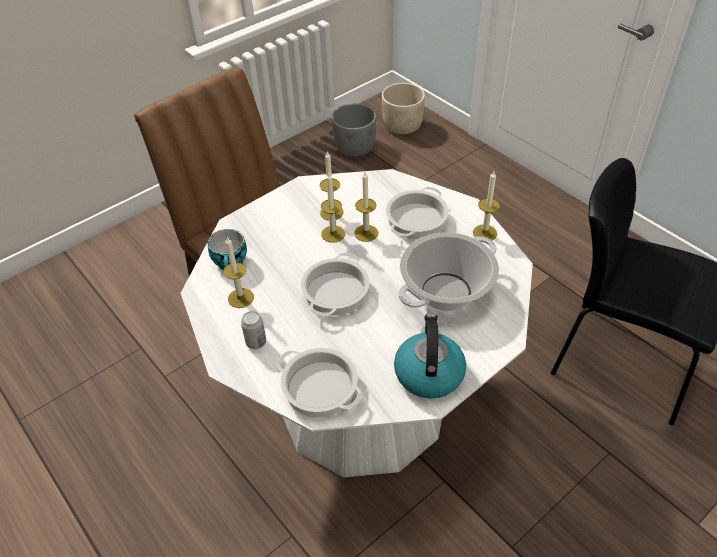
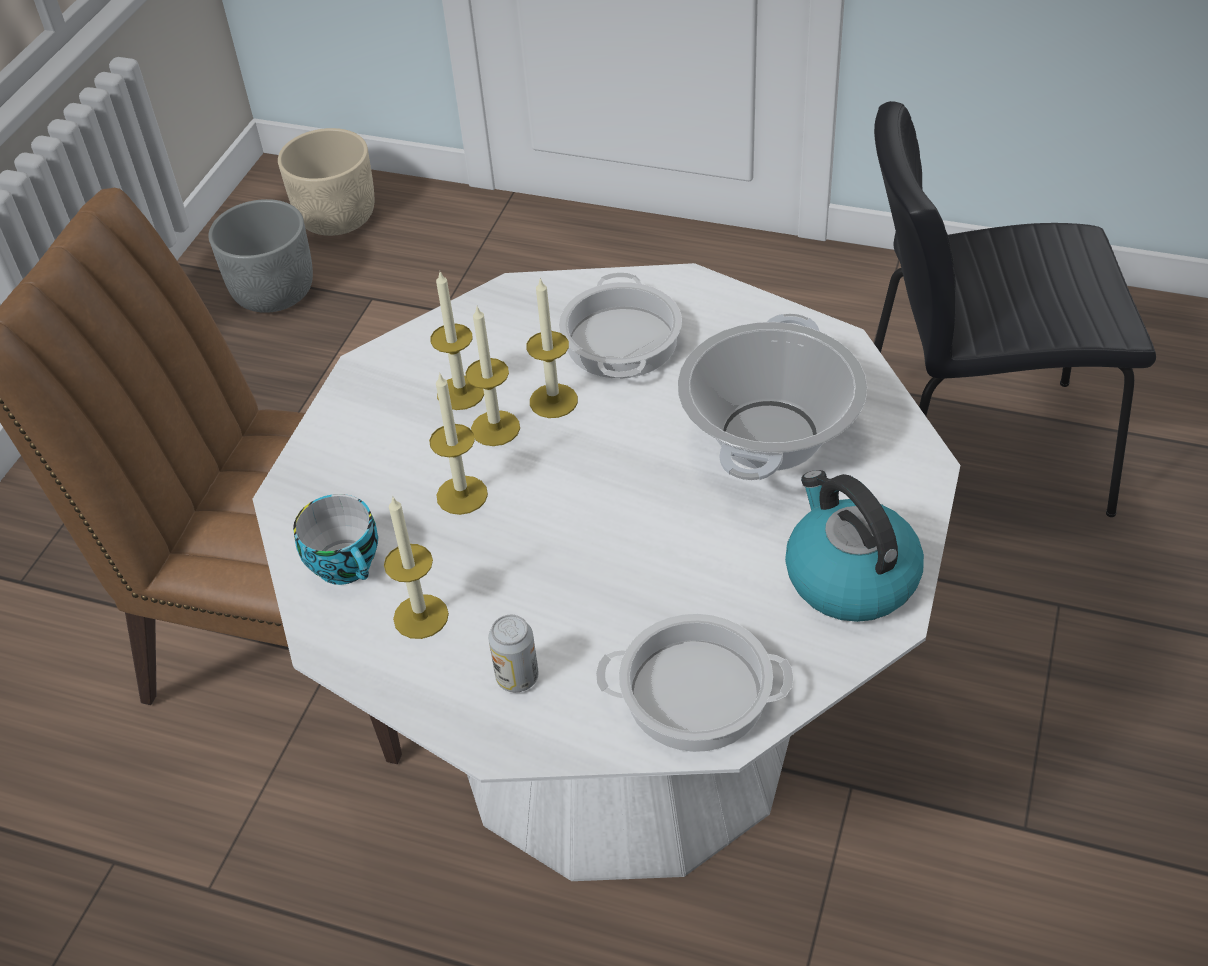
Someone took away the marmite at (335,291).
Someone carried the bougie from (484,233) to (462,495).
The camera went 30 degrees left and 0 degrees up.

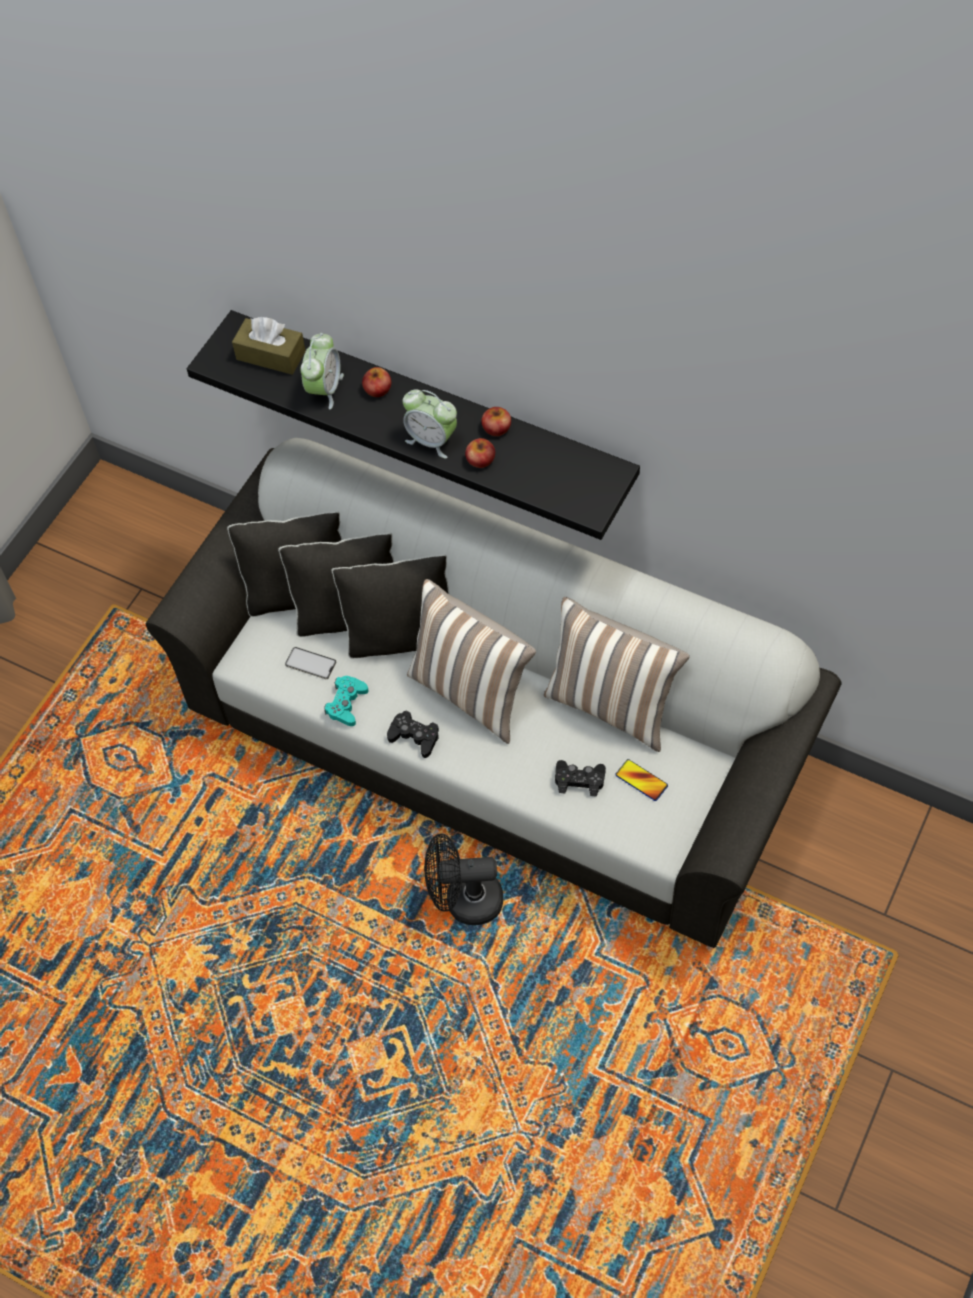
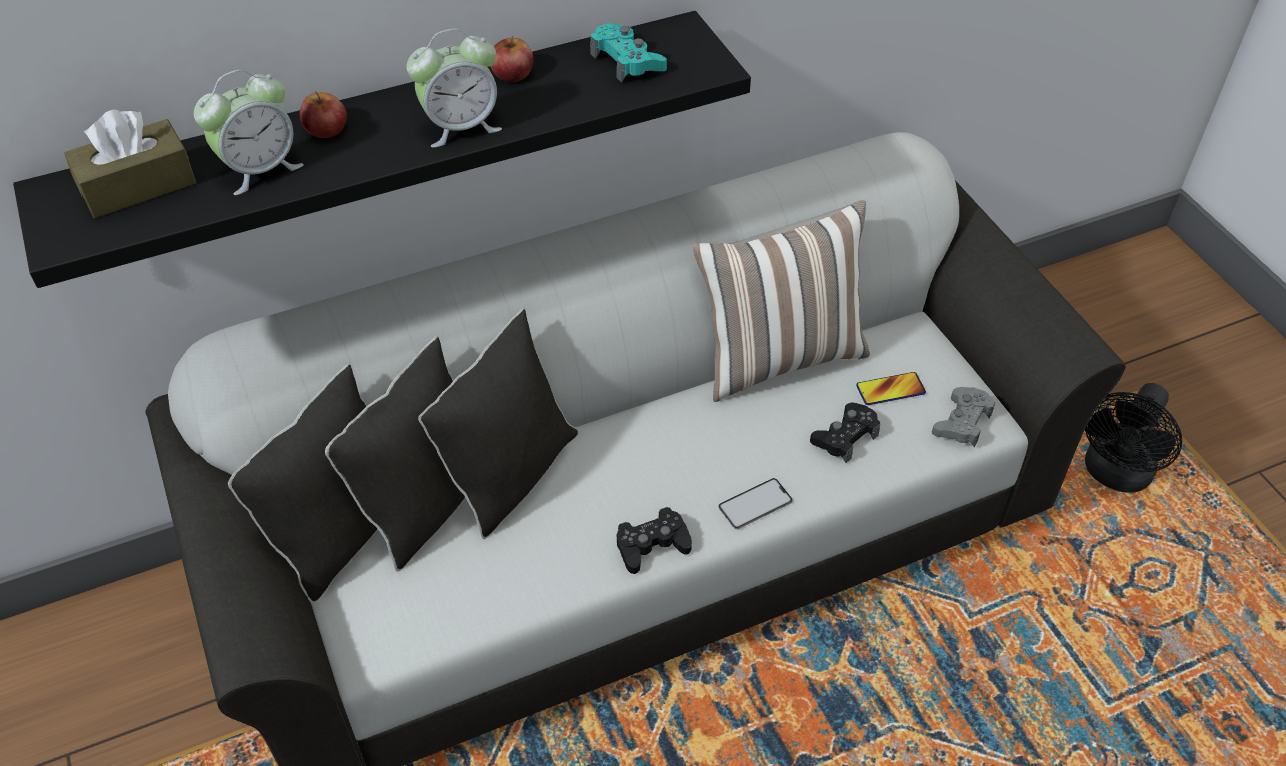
Someone took away the coussin at (472,692).
Someone took away the pomme at (480,459).
Someone put down the manette (gris) at (962,422).
Someone carried the téléphone from (310,663) to (755,504).
Someone carried the manette (turquoise) from (346,704) to (627,61).
Someone carried the ventilateur (noir) from (464,901) to (1114,475).
Someone rotated the réveil at (324,389) by 90 degrees clockwise.
The camera went 55 degrees left and 10 degrees down.

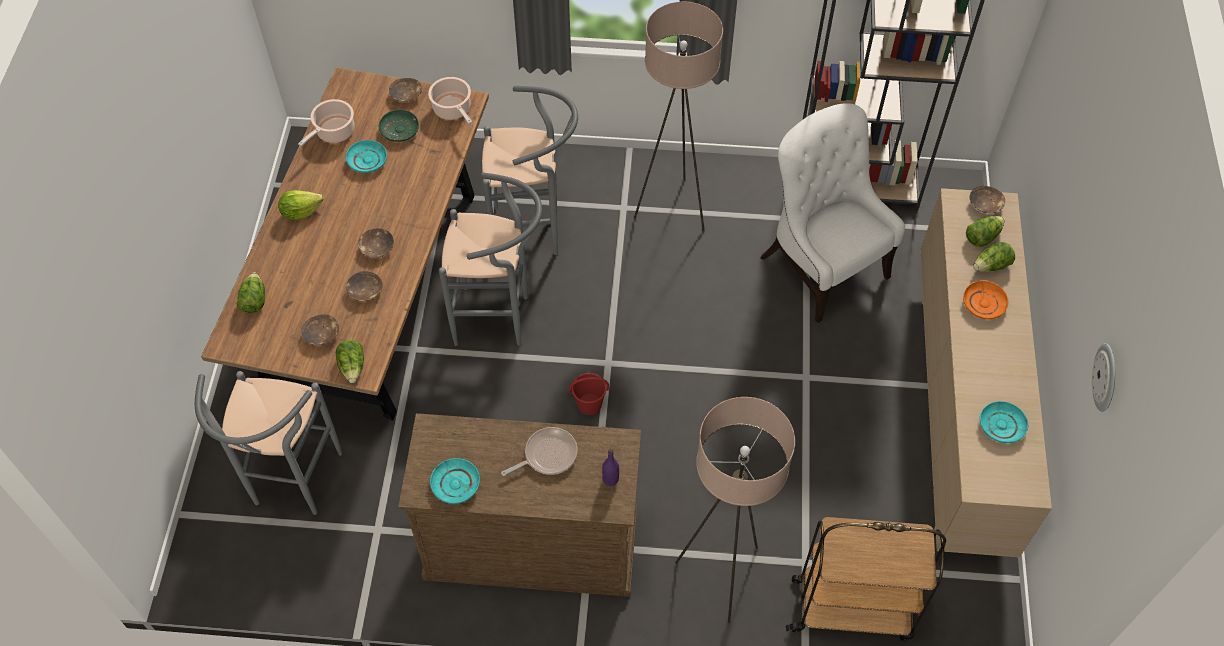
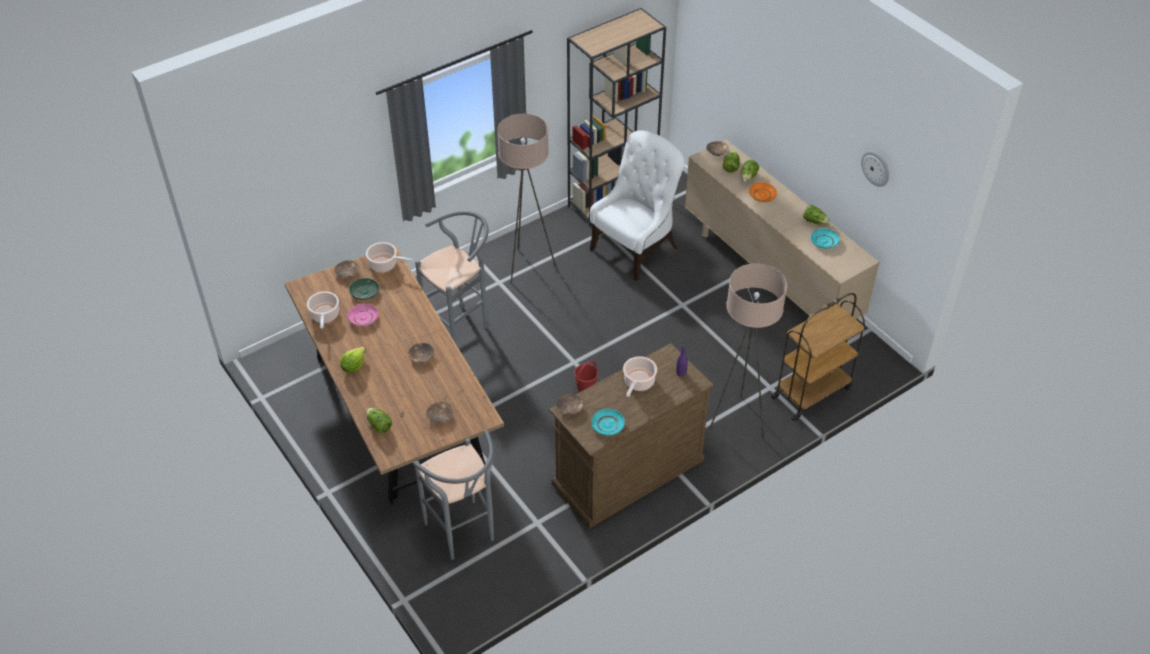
Someone took away the tabouret (gris) at (500,319).
Someone carried the laitue from (353,366) to (815,221).
Someone carried the bol (marron) from (365,291) to (569,408).
Someone swapped the poêle at (547,455) for the marmite at (638,383).
Someone repainted the assiette (turquoise) at (367,160), which became the assiette (rose) at (363,318).
Someone rotated the chaise (blanc) at (821,266) by 120 degrees clockwise.
The camera went 40 degrees left and 10 degrees down.

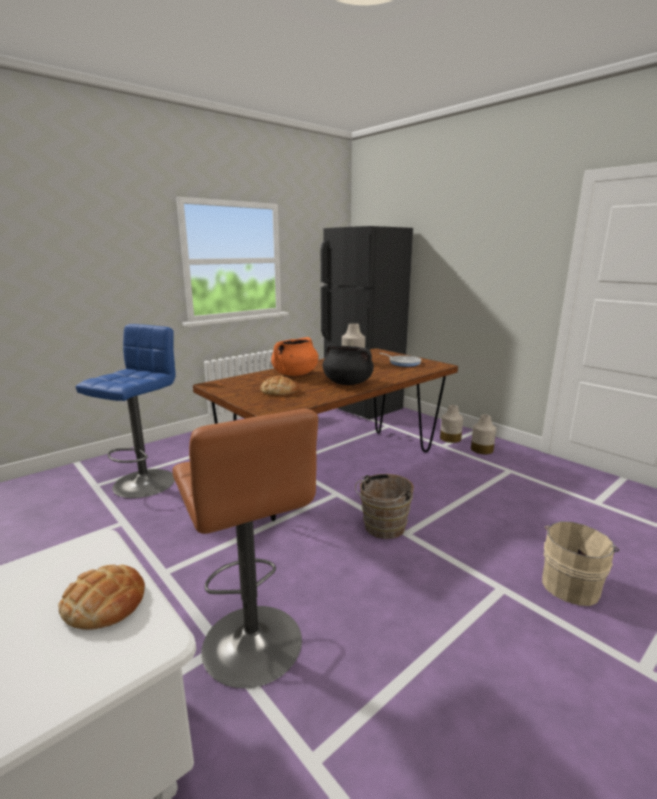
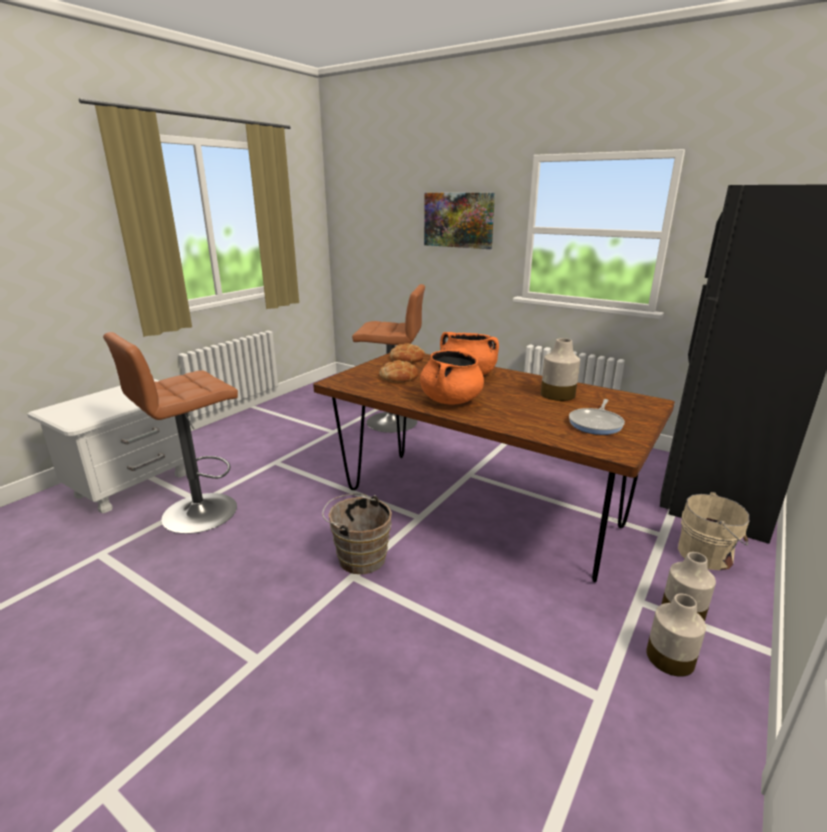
Someone put up the tableau at (458,220).
Someone carried the pain from (104,602) to (407,358).
Someone carried the seau (beige) from (571,584) to (707,554).
Someone repainted the tabouret (bleu) at (145,483), which became the tabouret (marron) at (392,422).
Someone repainted the marmite (noir) at (347,383), which became the marmite (orange) at (451,400).
The camera went 75 degrees right and 5 degrees up.

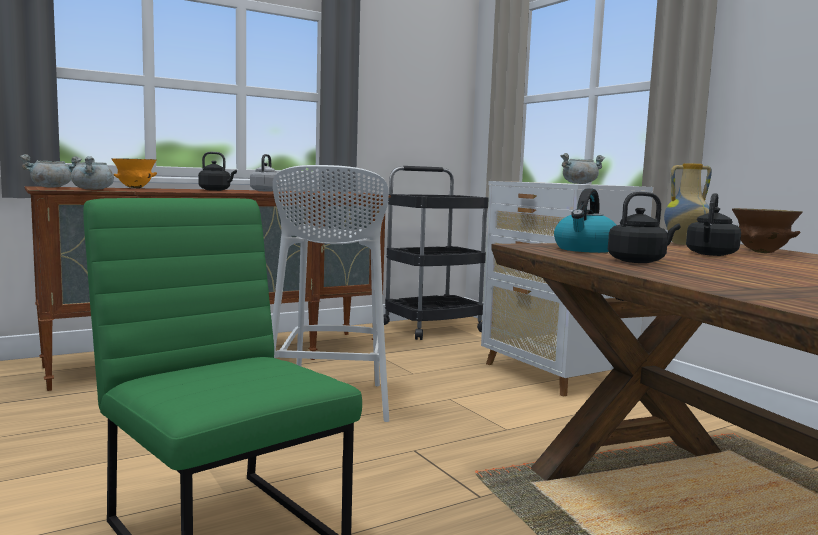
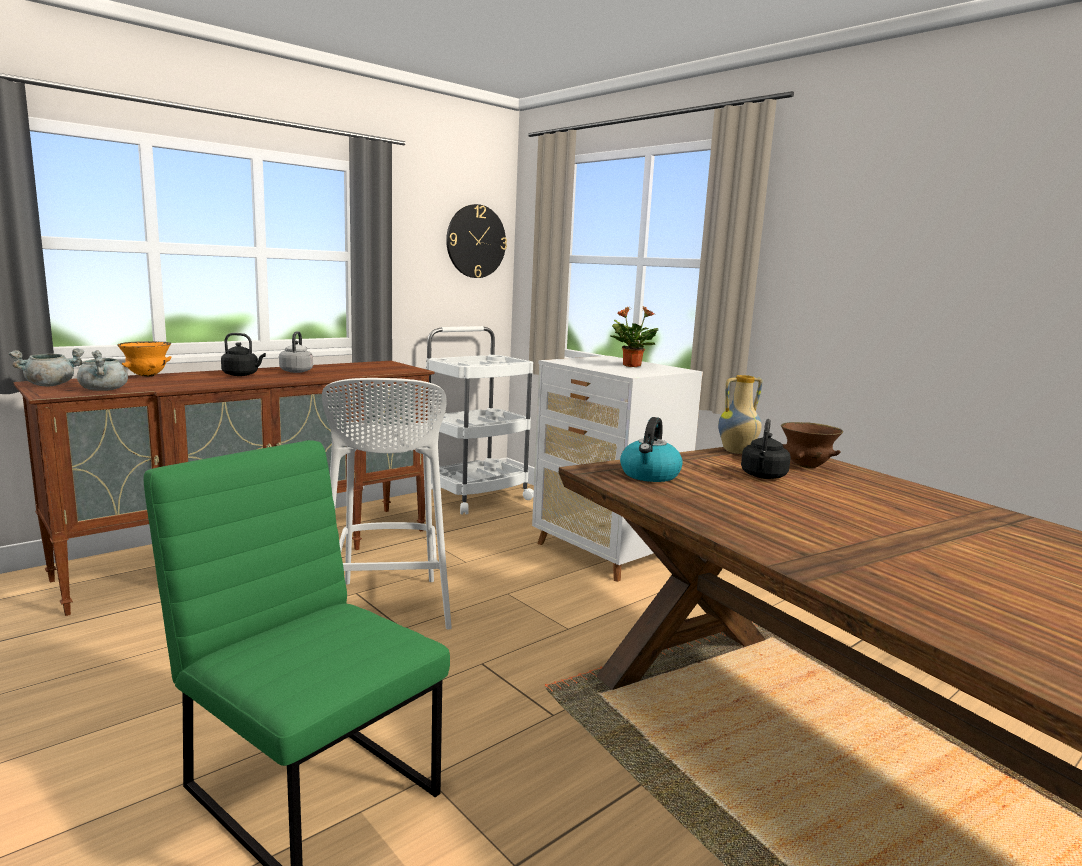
Someone took away the bouilloire (noir) at (639,261).
Someone put up the horloge murale at (476,241).
Someone swapped the marmite (gris) at (579,183) for the plante en pot at (631,366).
Someone repainted the chariot (noir) at (433,328), which became the chariot (blanc) at (476,497).
The camera went 10 degrees left and 5 degrees up.

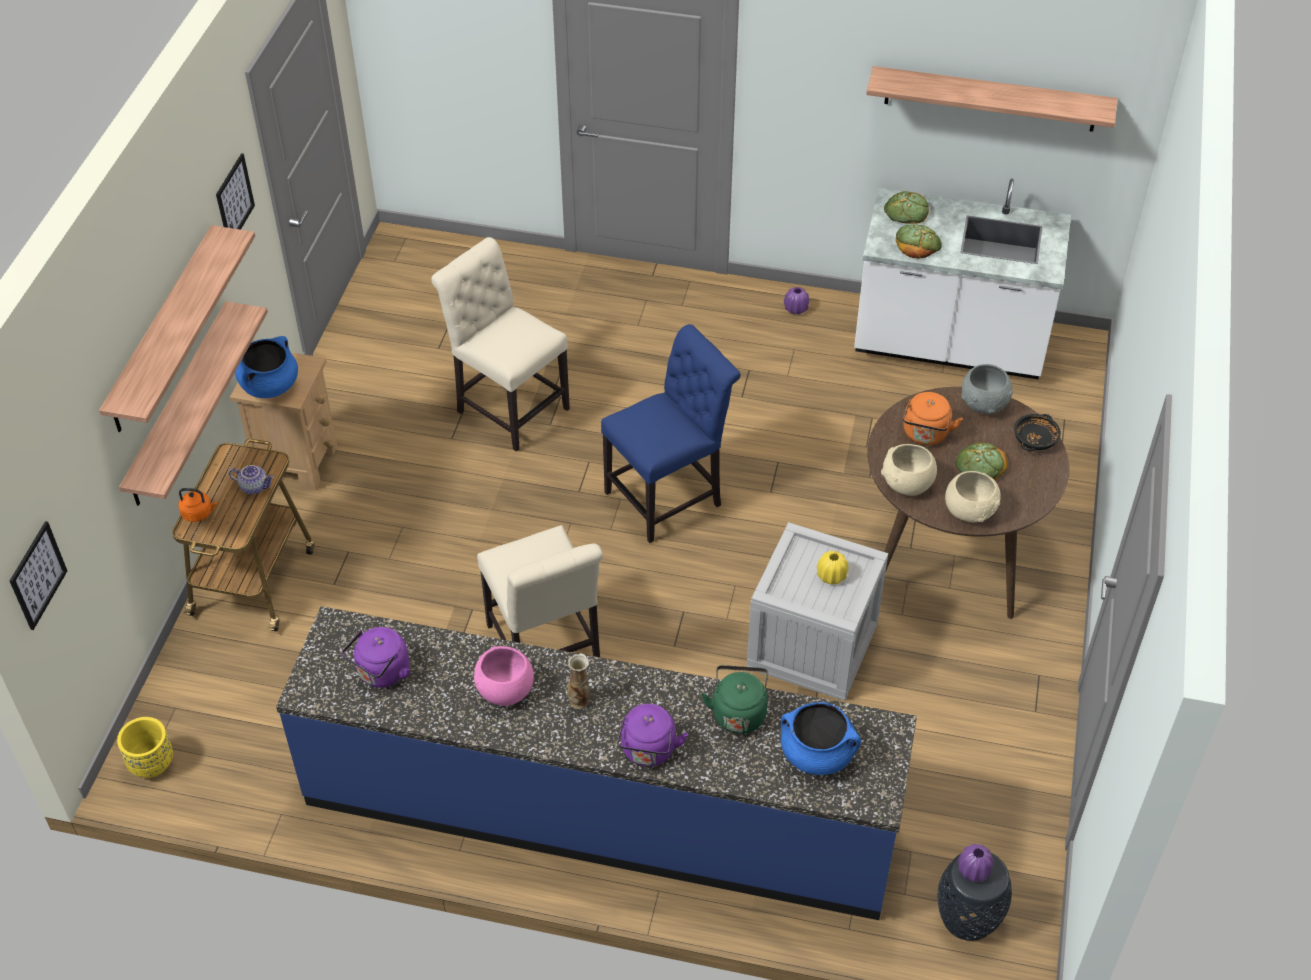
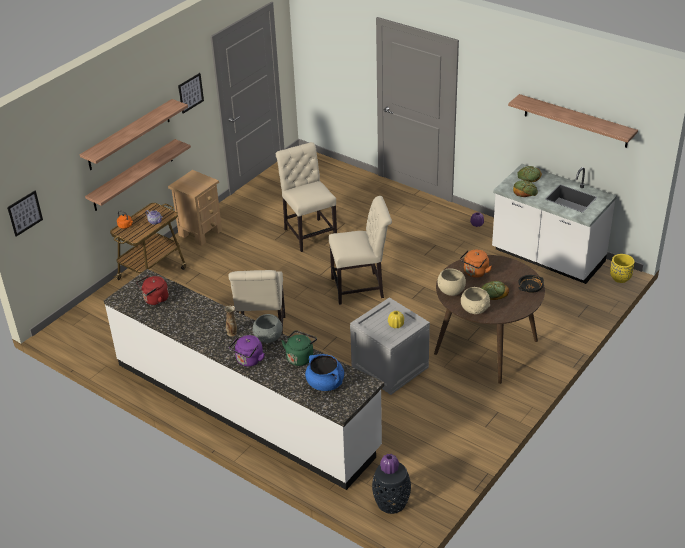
Someone took away the marmite (bleu) at (270,385).
Someone took away the bol (rose) at (504,690).
Someone carried the cache-pot (jaune) from (152,764) to (620,278).
Someone carried the bol (gris) from (984,404) to (268,338).
Someone repainted the comptoir de cuisine (bleu) at (600,810), which became the comptoir de cuisine (blanc) at (245,405).
Someone repainted the bouilloire (violet) at (381,673), which became the bouilloire (rouge) at (155,300).
Someone repainted the chaise (bleu) at (670,496), which became the chaise (beige) at (361,288).
The camera went 25 degrees right and 10 degrees down.

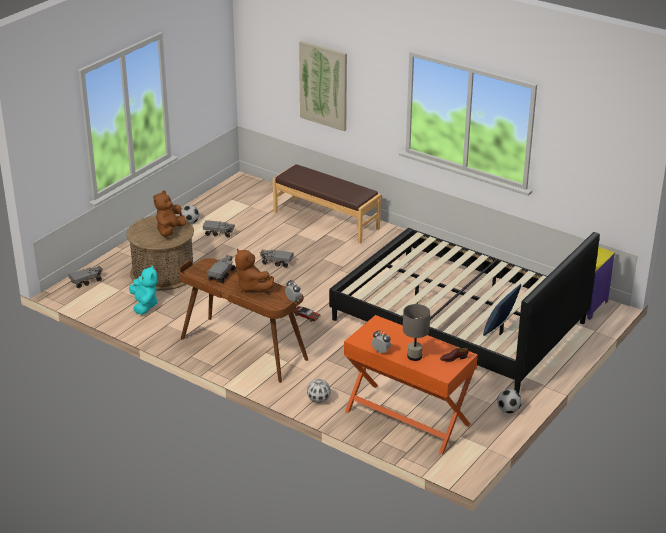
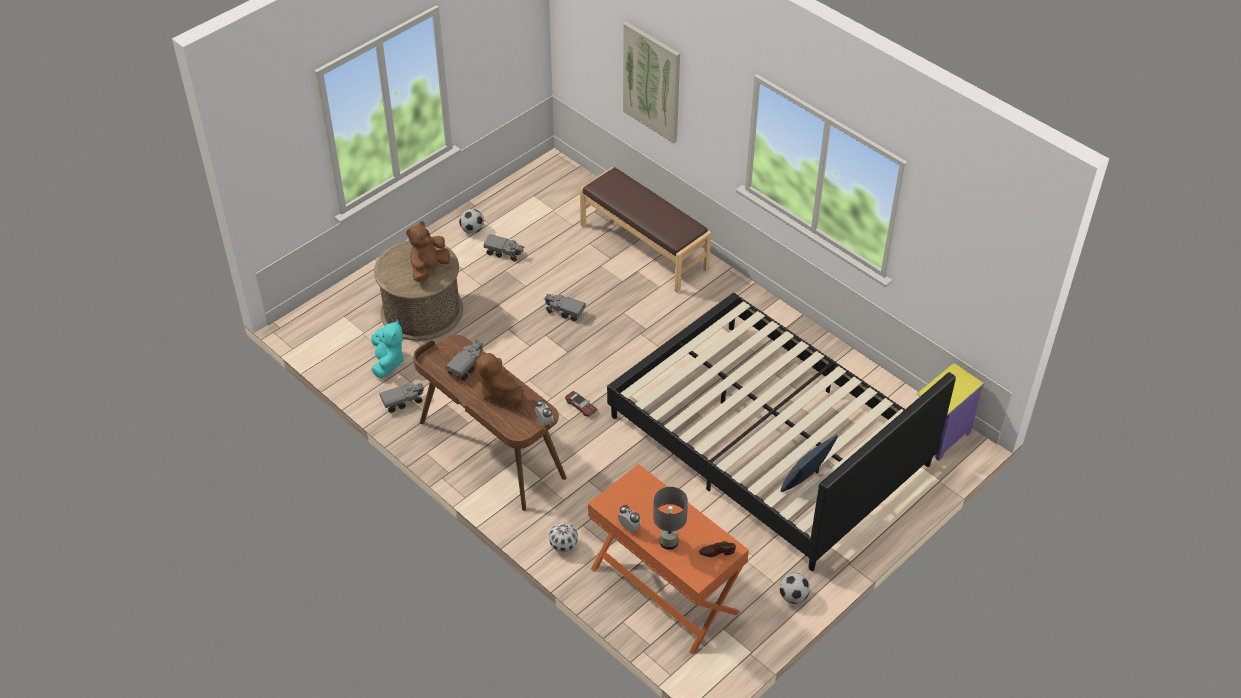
Someone carried the camion jouet from (86,282) to (403,402).
The camera went 10 degrees right and 15 degrees up.

